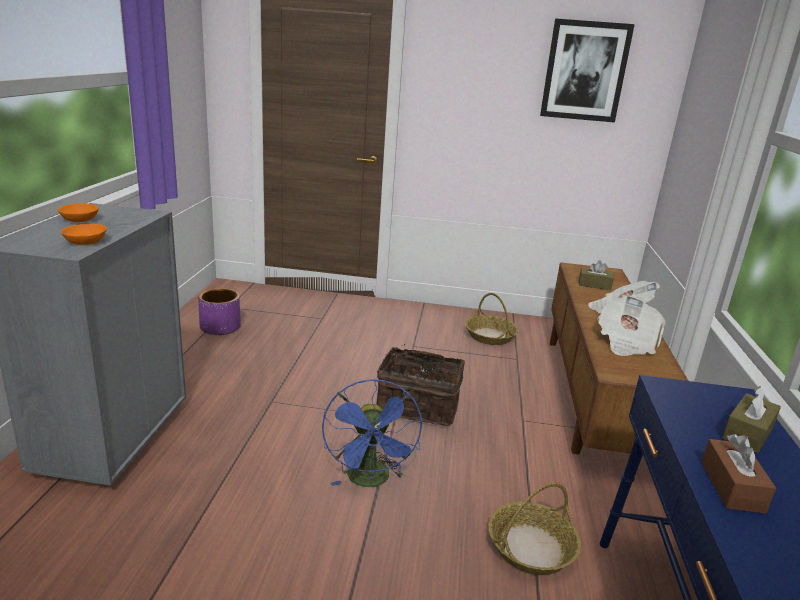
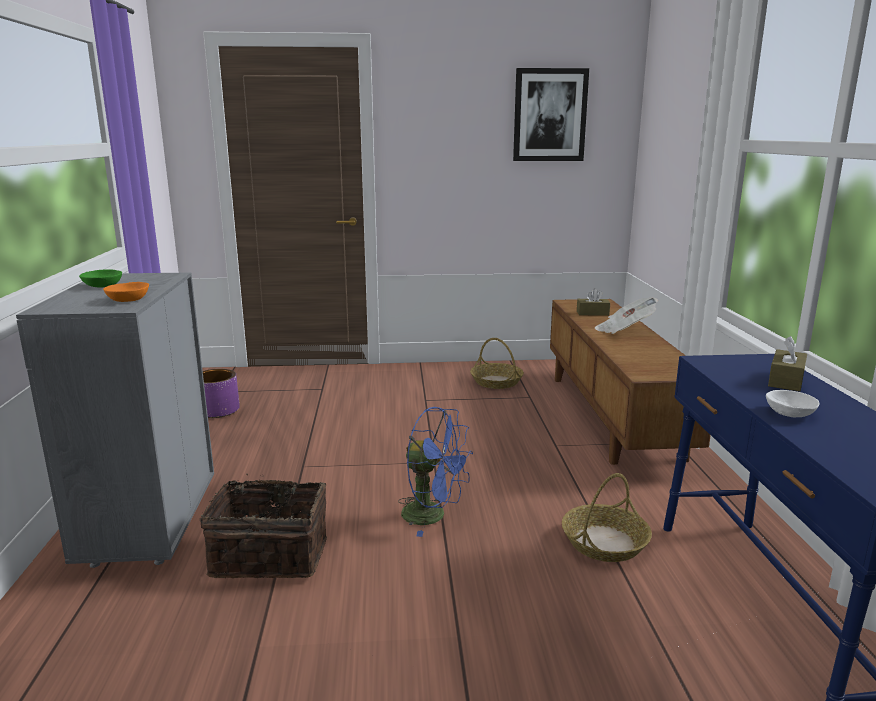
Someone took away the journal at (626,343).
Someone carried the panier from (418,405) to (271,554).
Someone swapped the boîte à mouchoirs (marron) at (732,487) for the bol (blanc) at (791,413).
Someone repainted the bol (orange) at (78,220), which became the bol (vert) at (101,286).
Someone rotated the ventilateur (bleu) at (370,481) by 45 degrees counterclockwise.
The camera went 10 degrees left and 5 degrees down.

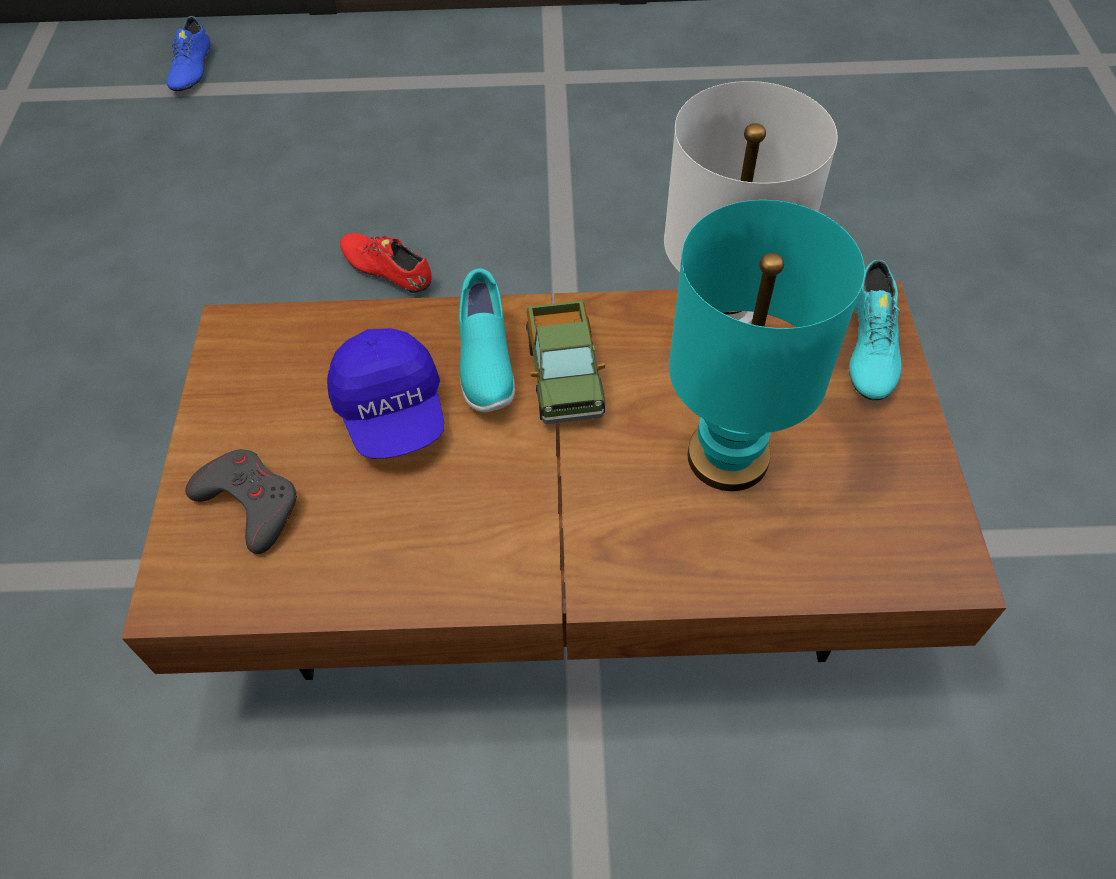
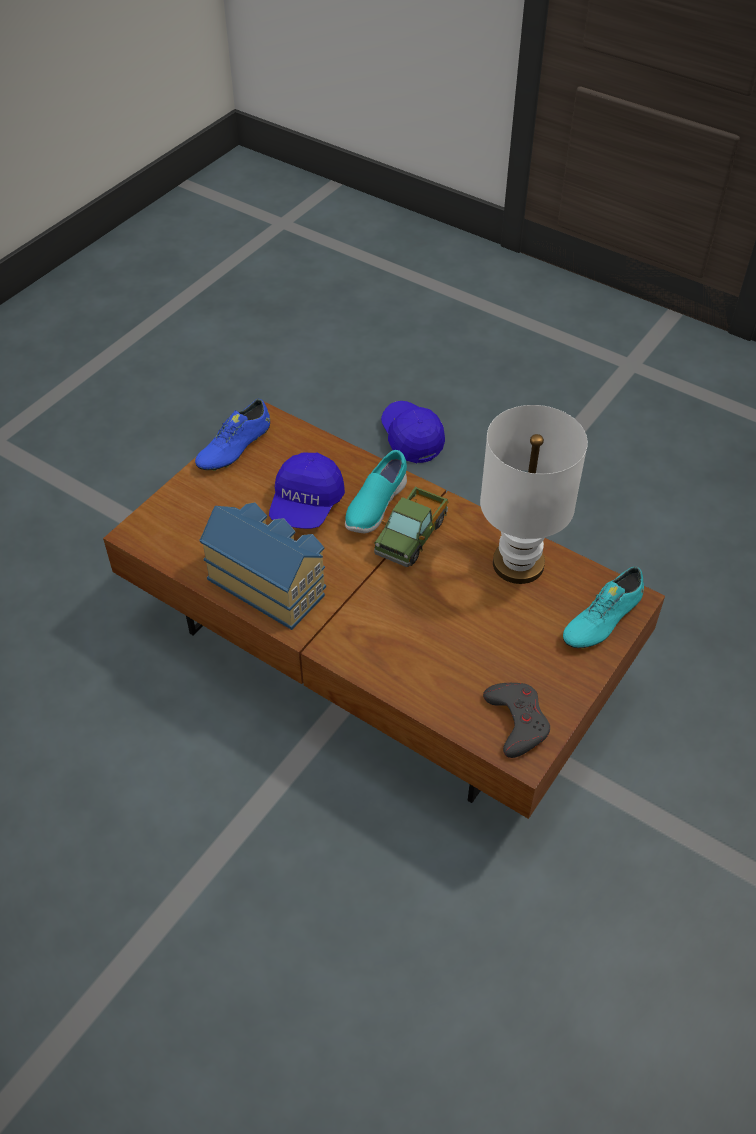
Someone took away the lampe de table (turquoise) at (725,456).
Someone put down the maison miniature at (269,582).
Someone carried the chaussure (bleu) from (192,70) to (234,448).
Someone carried the manette (gris) from (249,503) to (517,721).
Someone swapped the chaussure (rouge) at (387,270) for the casquette (bleu) at (411,438).
The camera went 35 degrees right and 5 degrees down.

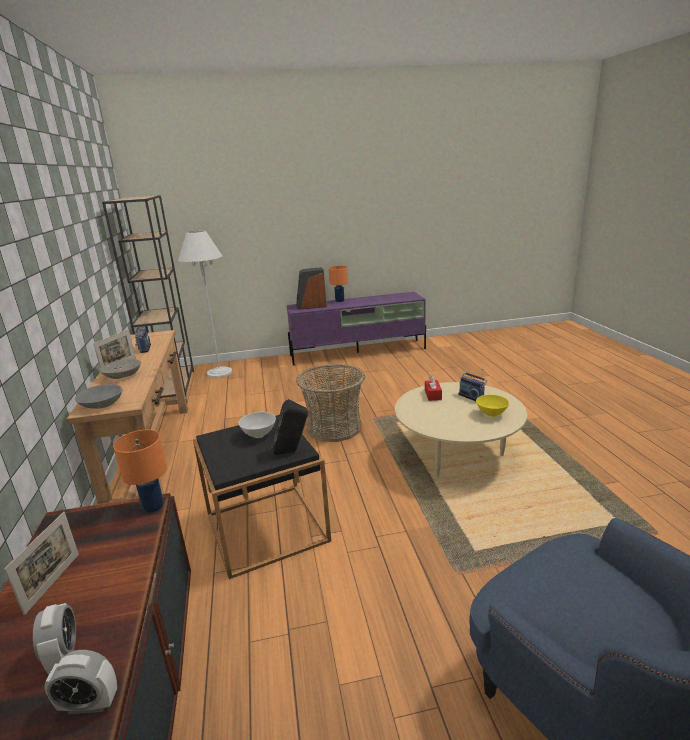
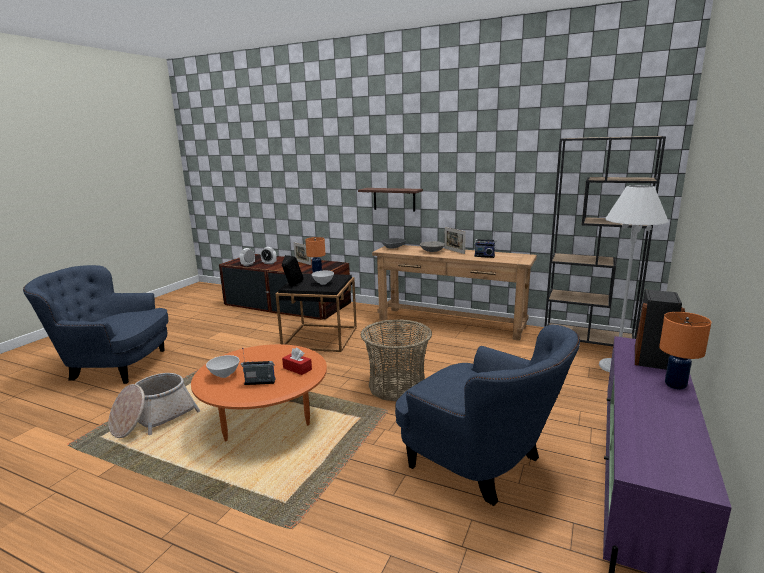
Someone put down the panier at (153,418).
Someone put up the étagère at (394,199).
Someone put down the fauteuil (bleu) at (481,462).
Someone repainted the table basse (beige) at (457,455), which became the table basse (orange) at (266,420).
Someone repainted the bol (jaune) at (491,414), which became the bol (blanc) at (224,375).
The camera went 125 degrees right and 5 degrees down.

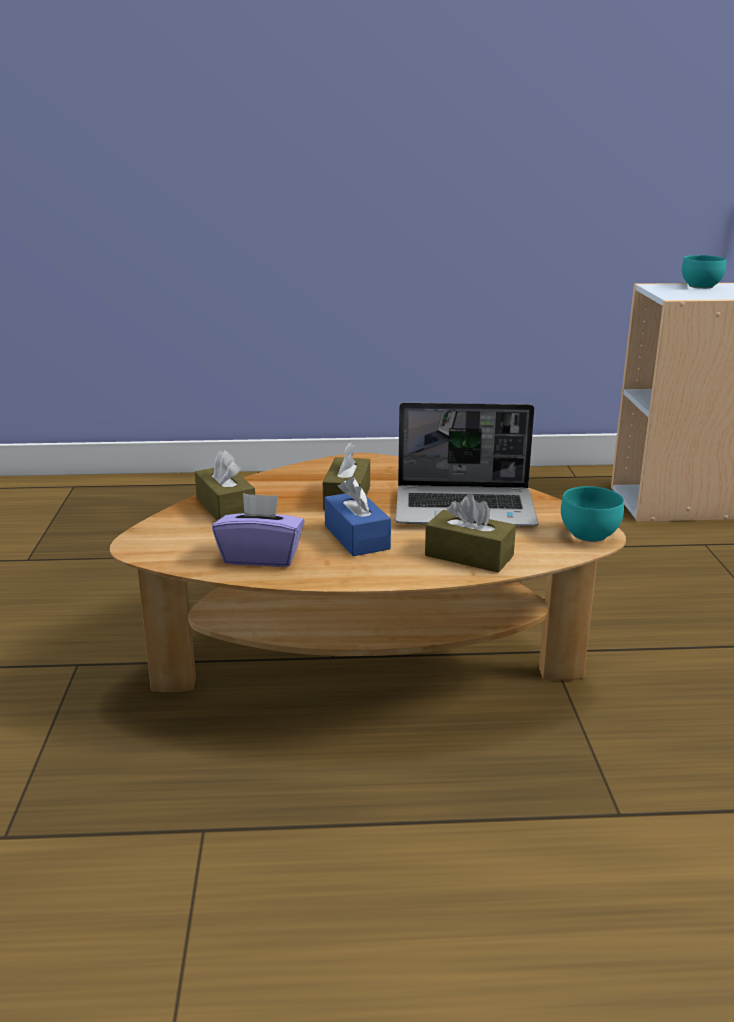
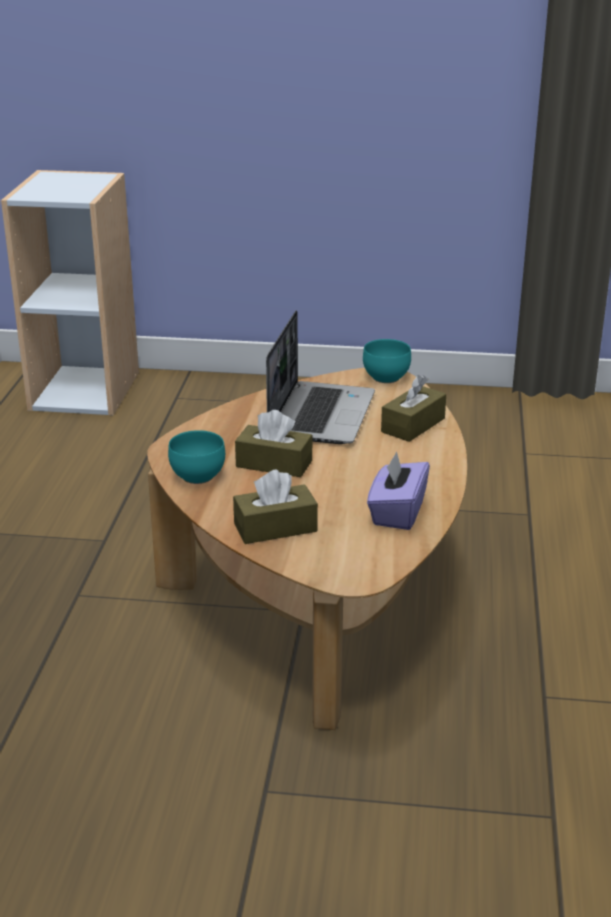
Someone took away the boîte à mouchoirs (bleu) at (357,537).
Someone carried the bol (turquoise) from (699,287) to (198,477).
The camera went 80 degrees left and 5 degrees up.

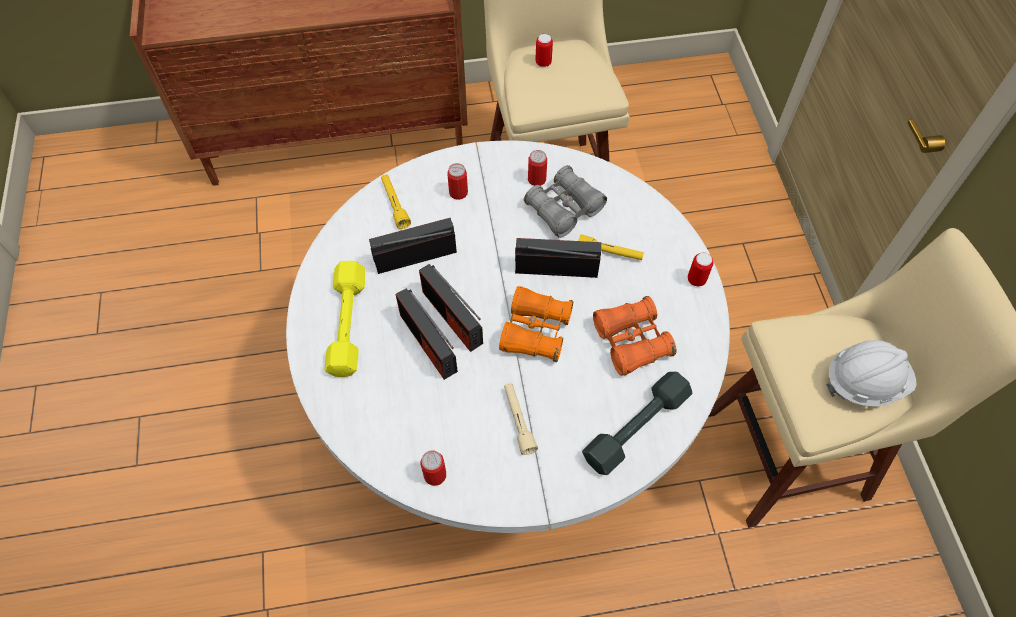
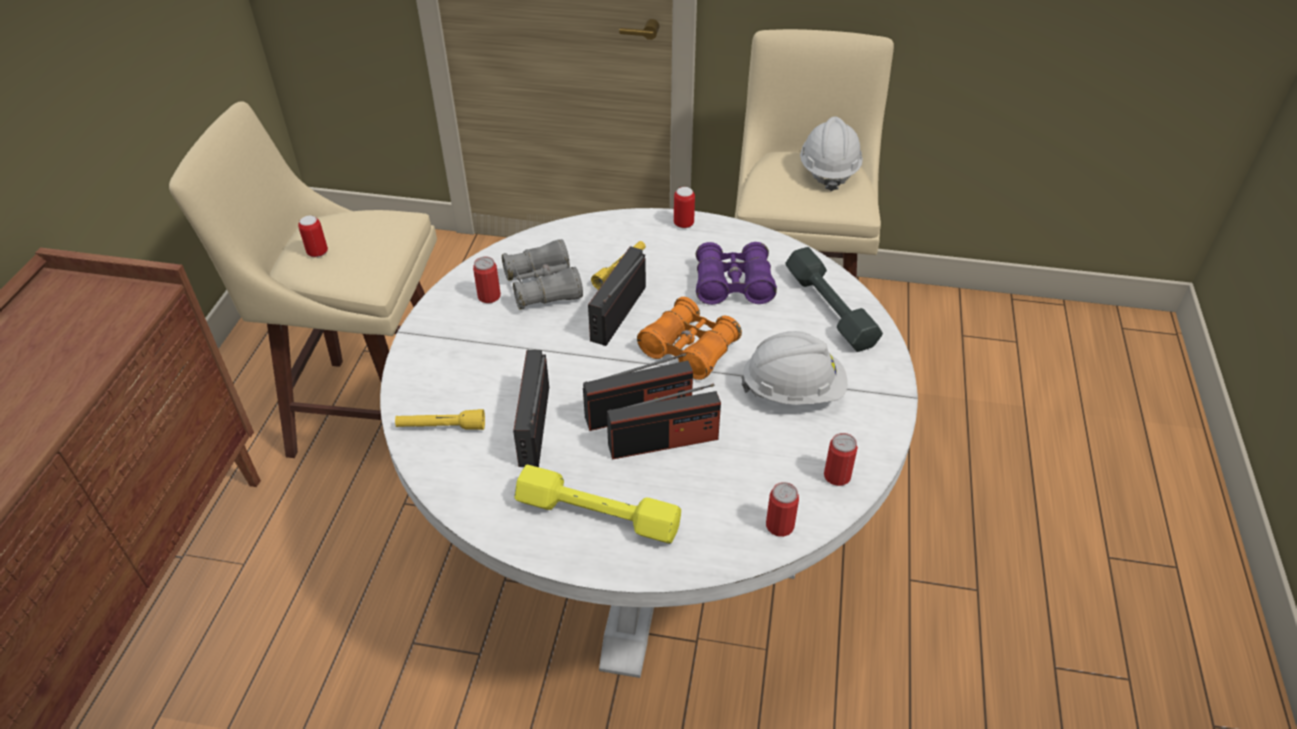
Someone carried the boîte métallique from (458,192) to (780,525).
Someone swapped the lampe de poche (beige) at (518,421) for the casque de chantier (blanc) at (793,390).
Someone repainted the jumelles (orange) at (631,341), which became the jumelles (violet) at (733,285).
The camera went 70 degrees left and 15 degrees down.

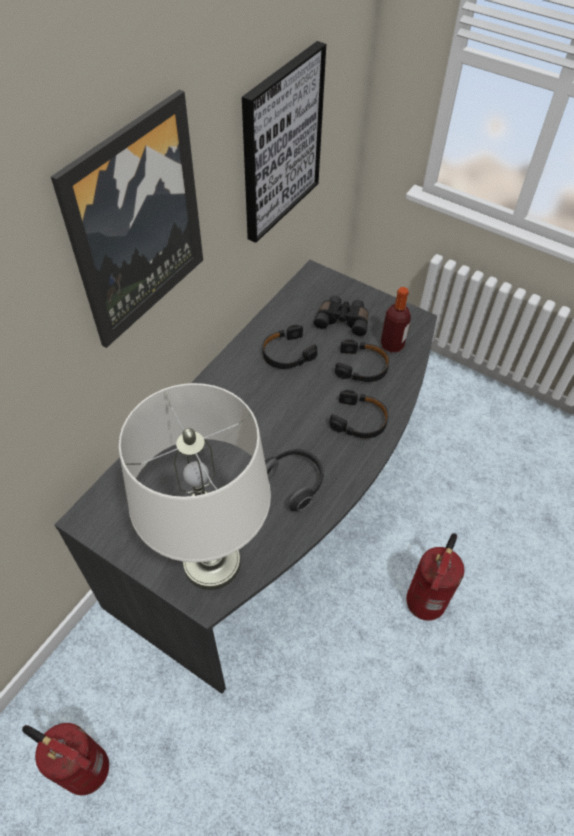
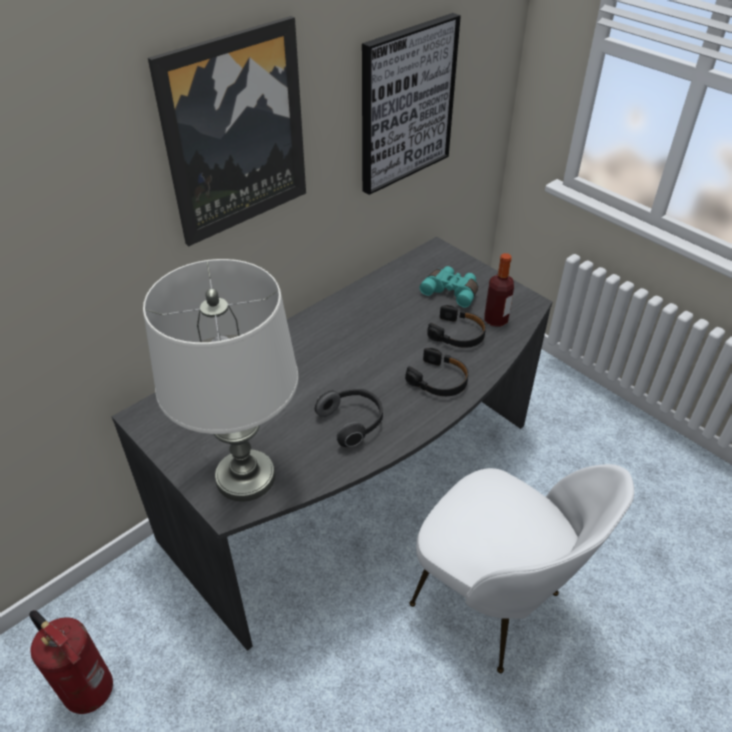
Someone took away the casque audio (noir) at (287,353).
Someone swapped the extincteur at (426,600) for the chaise (blanc) at (494,608).
Someone repainted the jumelles (noir) at (342,320), which became the jumelles (turquoise) at (451,291).
The camera went 15 degrees right and 10 degrees down.

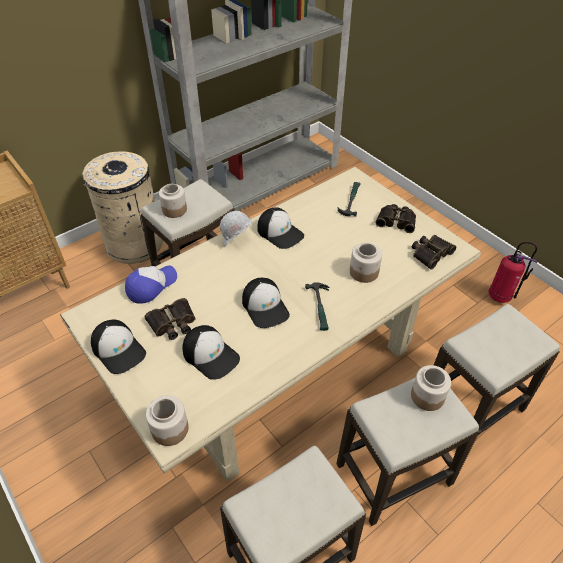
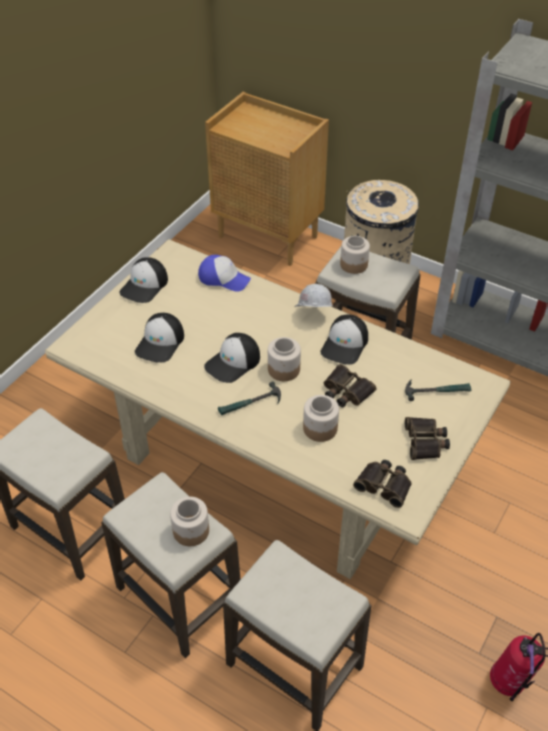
Someone carried the jumelles from (173,323) to (345,391).
Someone carried the bocal from (170,428) to (284,369).
The camera went 70 degrees right and 0 degrees up.

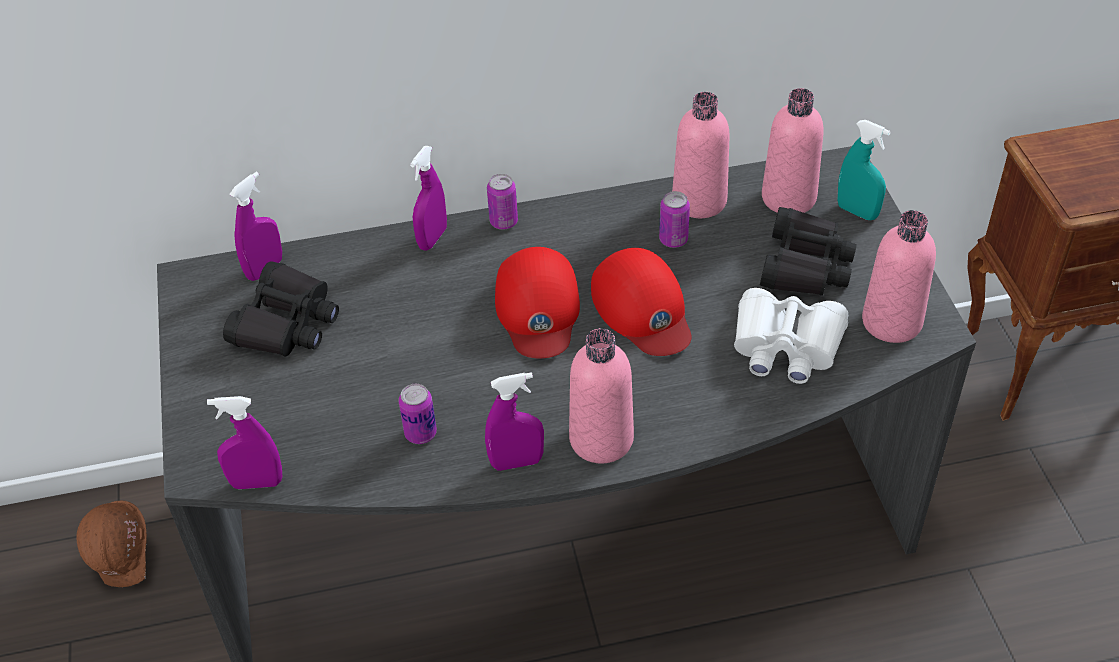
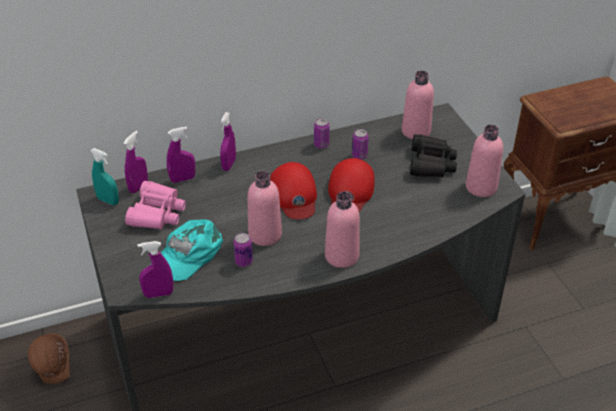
Someone took away the jumelles (blanc) at (786,346).
Someone put down the casquette (turquoise) at (187,254).
Someone carried the vaporisateur (violet) from (516,462) to (182,179).
Someone carried the boîte métallique from (503,222) to (321,145).
Someone carried the bouteille (rose) from (699,201) to (265,235).
Someone carried the vaporisateur (turquoise) from (857,212) to (108,200).
Someone repainted the jumelles (noir) at (286,323), which became the jumelles (rose) at (157,213).
Someone rotated the casquette (rouge) at (642,309) by 45 degrees clockwise.
The camera went 10 degrees left and 5 degrees down.

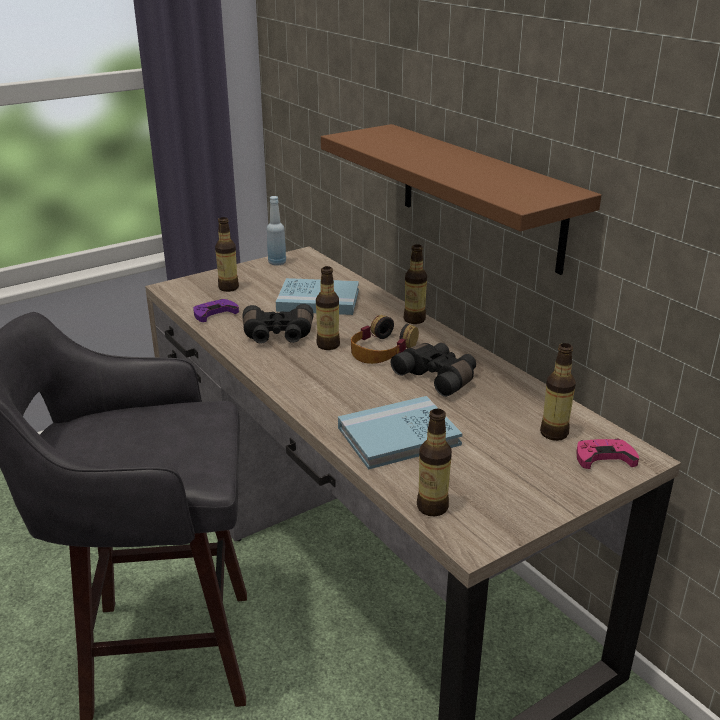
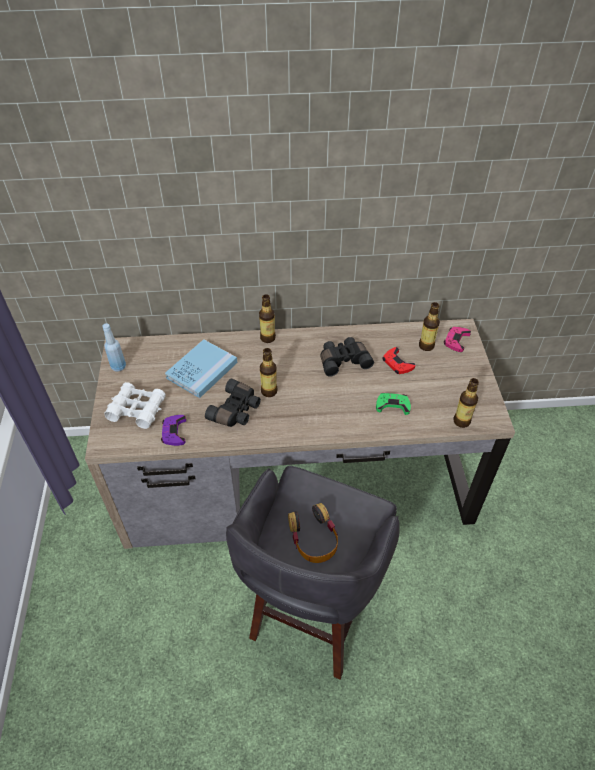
Someone took away the étagère (marron) at (479,196).
Someone put down the manette (rouge) at (397,363).
Someone carried the casque audio from (381,350) to (313,537).
Someone swapped the bouteille at (228,288) for the jumelles (blanc) at (137,409).
Someone swapped the livre (bleu) at (398,436) for the manette (vert) at (392,405).
The camera went 60 degrees left and 20 degrees up.

